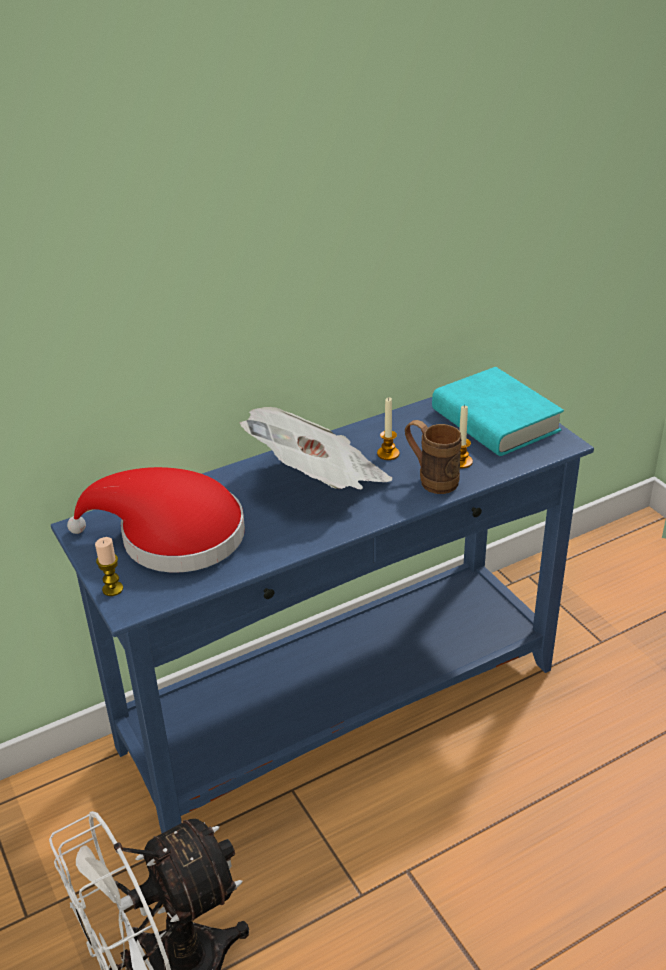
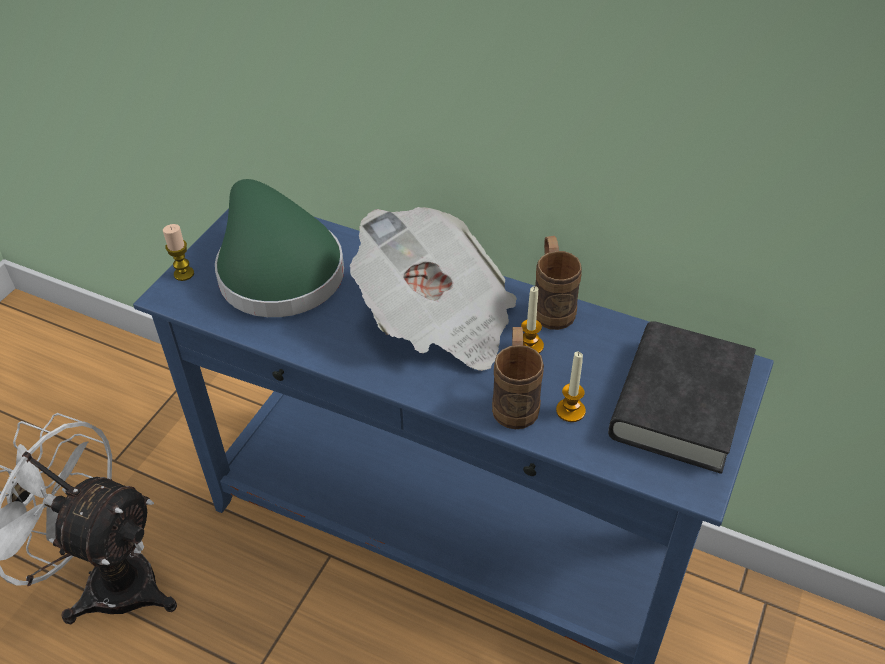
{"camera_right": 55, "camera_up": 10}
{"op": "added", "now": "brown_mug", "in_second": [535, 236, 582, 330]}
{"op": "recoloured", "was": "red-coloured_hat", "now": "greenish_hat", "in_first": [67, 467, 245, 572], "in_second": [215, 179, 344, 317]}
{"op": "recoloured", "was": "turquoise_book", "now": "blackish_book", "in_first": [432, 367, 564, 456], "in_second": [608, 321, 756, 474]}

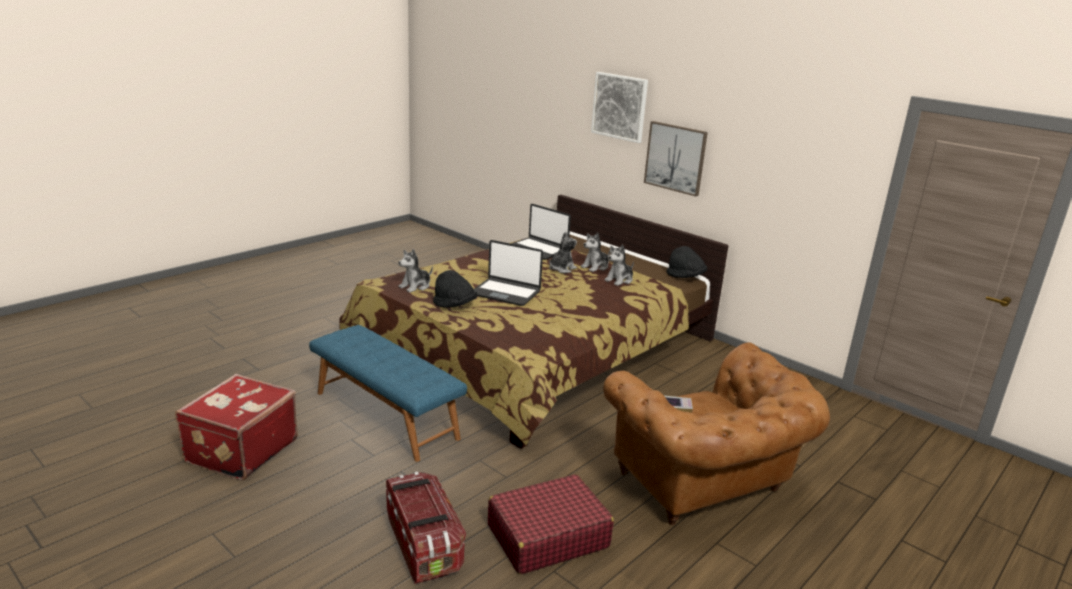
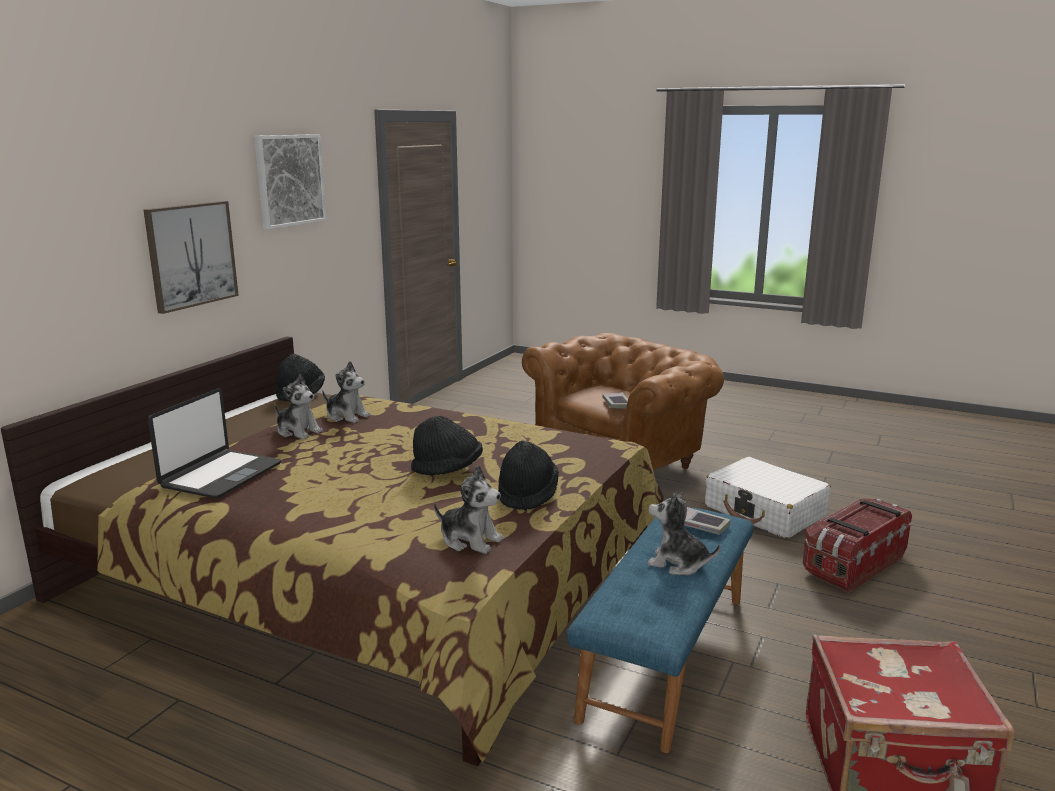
{"camera_right": -105, "camera_up": -5}
{"op": "added", "now": "book", "in_second": [684, 507, 730, 535]}
{"op": "moved", "was": "plush_toy", "in_first": [549, 232, 577, 273], "in_second": [647, 492, 720, 576]}
{"op": "moved", "was": "picture", "in_first": [591, 72, 648, 143], "in_second": [254, 134, 326, 230]}
{"op": "replaced", "was": "portable_computer", "now": "blackish_hat", "in_first": [474, 240, 543, 306], "in_second": [411, 416, 483, 475]}
{"op": "recoloured", "was": "red-coloured_travel_case", "now": "whitish_travel_case", "in_first": [488, 474, 614, 574], "in_second": [705, 457, 831, 539]}

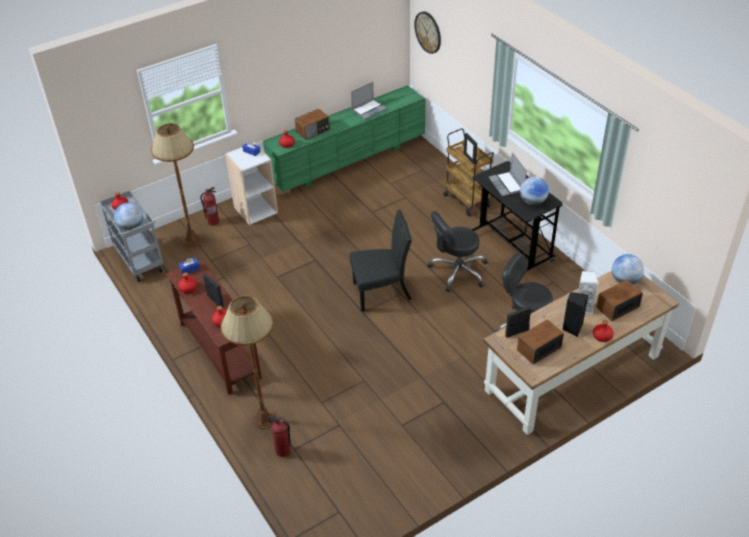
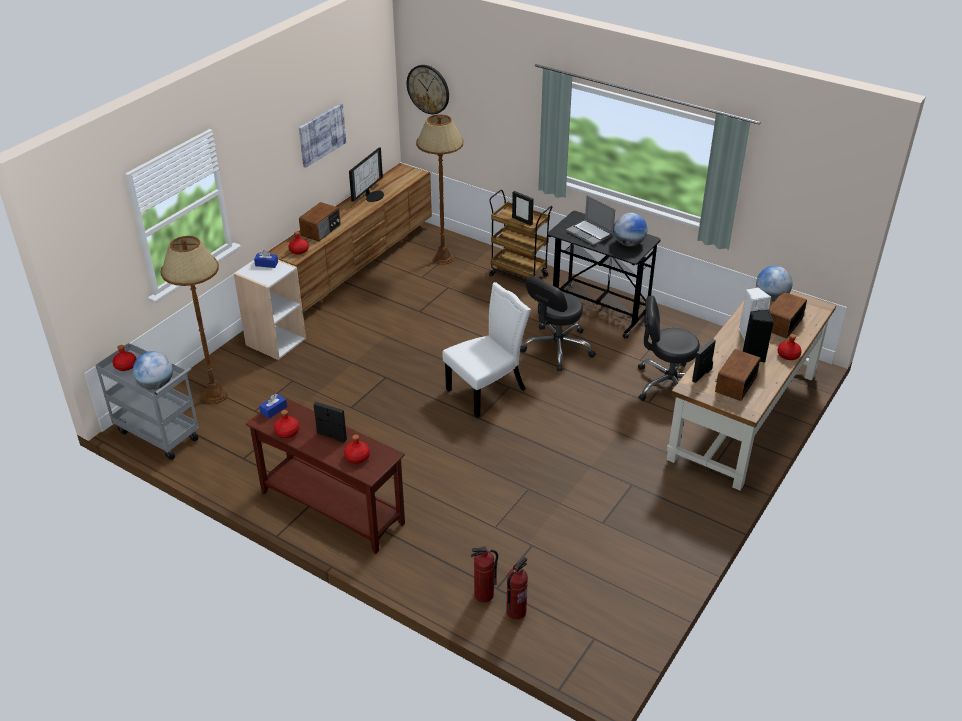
{"camera_right": -25, "camera_up": -5}
{"op": "added", "now": "picture", "in_second": [299, 104, 346, 168]}
{"op": "moved", "was": "extinguisher", "in_first": [200, 187, 220, 226], "in_second": [506, 557, 528, 620]}
{"op": "moved", "was": "brown_standard_lamp", "in_first": [220, 296, 276, 429], "in_second": [416, 114, 463, 265]}
{"op": "replaced", "was": "portable_computer", "now": "monitor", "in_first": [351, 82, 387, 119], "in_second": [349, 147, 384, 202]}
{"op": "recoloured", "was": "greenish_cabinet", "now": "brown_cabinet", "in_first": [263, 85, 425, 192], "in_second": [269, 163, 432, 312]}
{"op": "recoloured", "was": "blackish_plain_chair", "now": "whitish_plain_chair", "in_first": [350, 210, 412, 312], "in_second": [442, 282, 531, 418]}

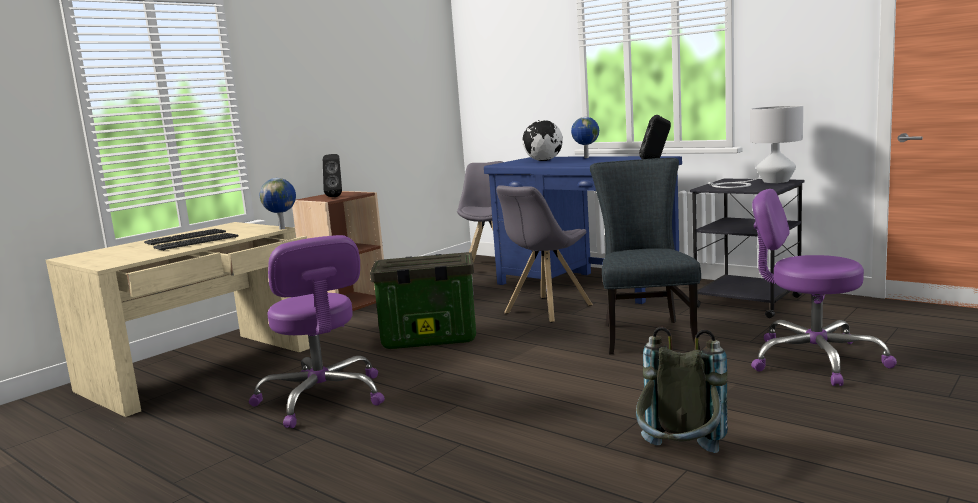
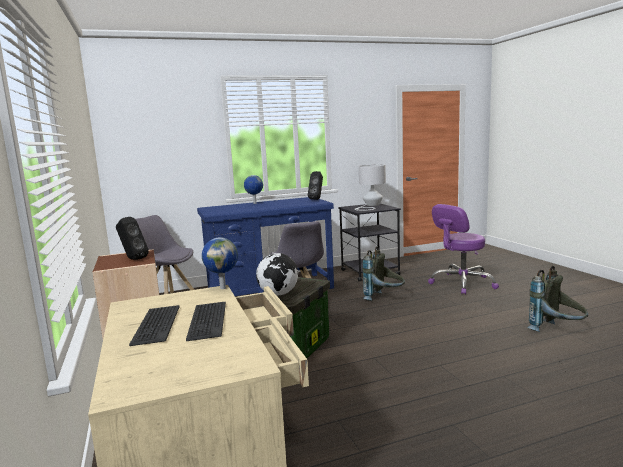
{"camera_right": -60, "camera_up": 0}
{"op": "removed", "was": "purple_computer_chair", "in_first": [249, 235, 385, 428]}
{"op": "moved", "was": "desk_globe", "in_first": [522, 120, 563, 161], "in_second": [256, 253, 298, 296]}
{"op": "replaced", "was": "grey_plain_chair", "now": "grey_backpack", "in_first": [590, 158, 701, 354], "in_second": [362, 246, 405, 301]}

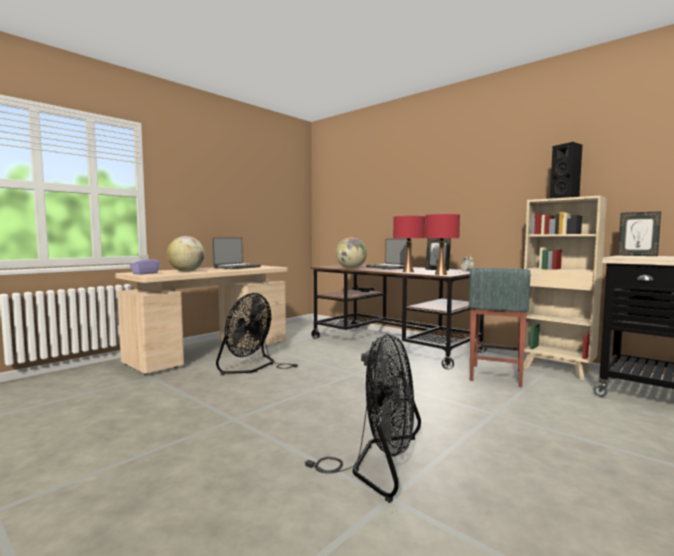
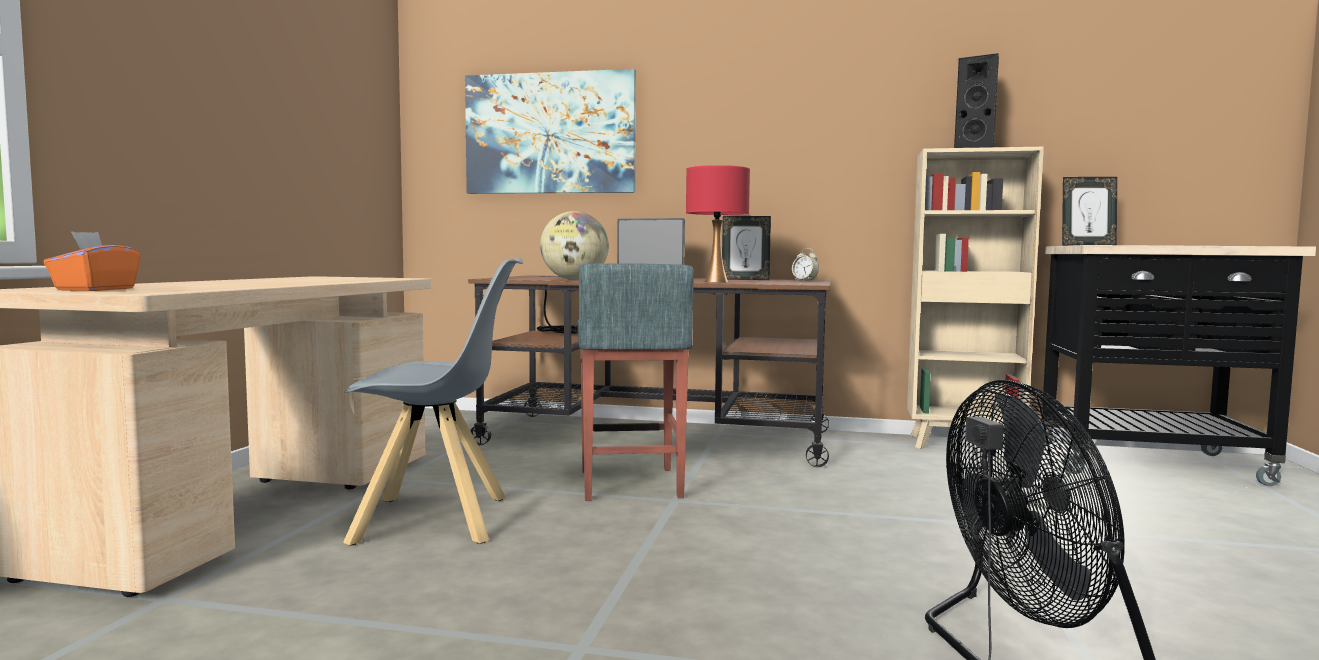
{"camera_right": -30, "camera_up": 0}
{"op": "removed", "was": "desk_globe", "in_first": [167, 236, 205, 272]}
{"op": "removed", "was": "portable_computer", "in_first": [212, 237, 261, 269]}
{"op": "removed", "was": "red-coloured_tabletop_lamp", "in_first": [425, 214, 460, 275]}
{"op": "added", "now": "picture", "in_second": [465, 69, 636, 194]}
{"op": "moved", "was": "grey_stool", "in_first": [469, 268, 530, 387], "in_second": [577, 263, 694, 501]}
{"op": "replaced", "was": "blackish_electric_fan", "now": "grey_plain_chair", "in_first": [216, 293, 298, 375], "in_second": [343, 258, 523, 545]}
{"op": "recoloured", "was": "purple_box_of_tissues", "now": "orange_box_of_tissues", "in_first": [130, 255, 160, 274], "in_second": [43, 231, 141, 291]}

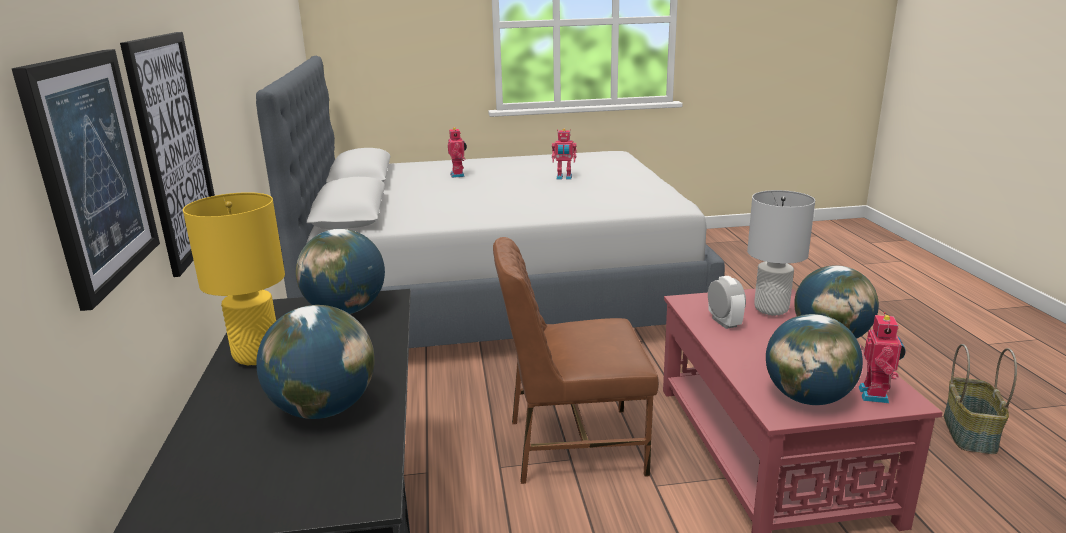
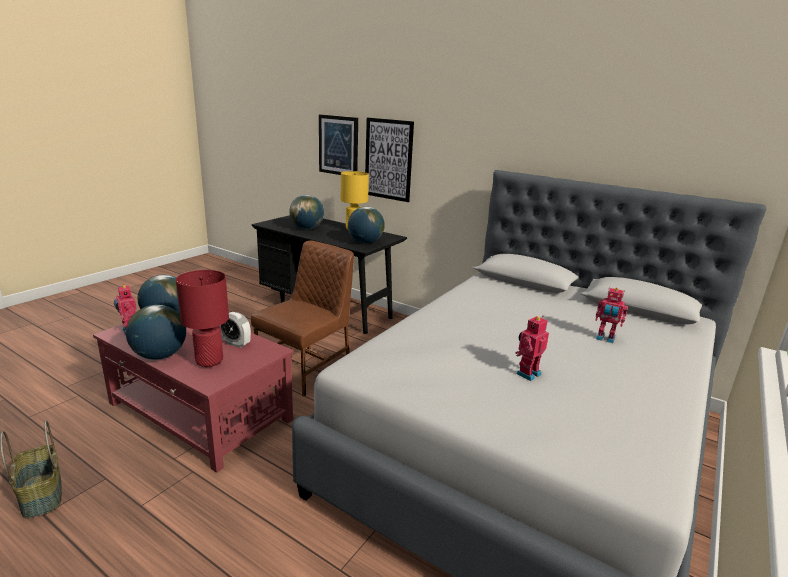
{"camera_right": 130, "camera_up": 0}
{"op": "recoloured", "was": "grey_tabletop_lamp", "now": "red-coloured_tabletop_lamp", "in_first": [747, 190, 815, 316], "in_second": [176, 270, 229, 367]}

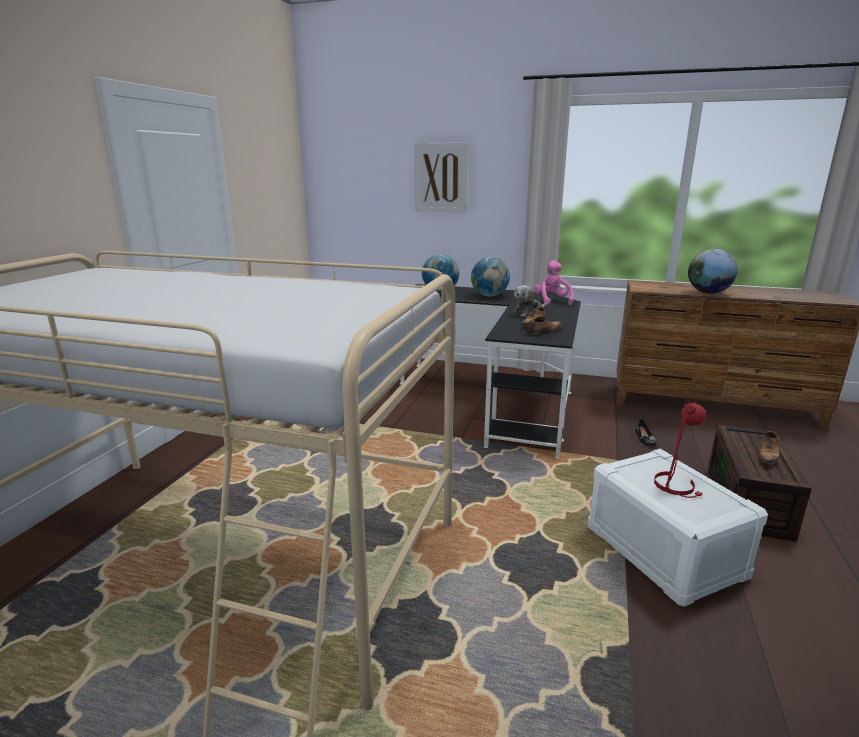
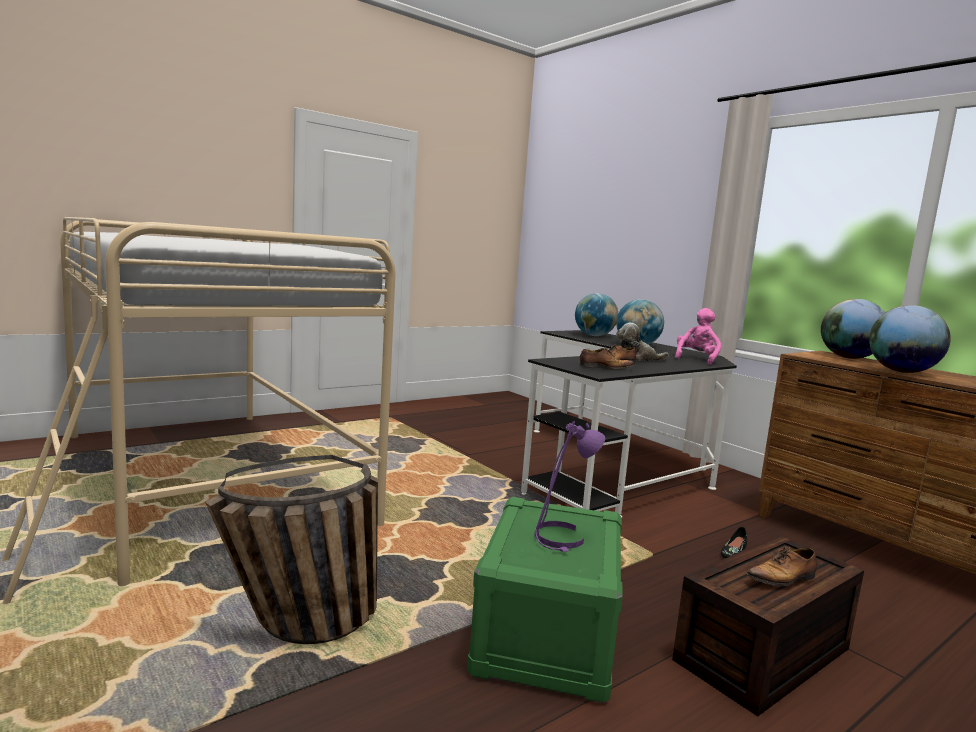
{"camera_right": 35, "camera_up": -10}
{"op": "removed", "was": "picture", "in_first": [415, 143, 468, 213]}
{"op": "added", "now": "storage_basket", "in_second": [205, 455, 378, 644]}
{"op": "added", "now": "desk_globe", "in_second": [821, 299, 885, 359]}
{"op": "recoloured", "was": "whitish_storage_container", "now": "greenish_storage_container", "in_first": [588, 449, 768, 607], "in_second": [467, 497, 623, 703]}
{"op": "recoloured", "was": "red-coloured_tabletop_lamp", "now": "purple_tabletop_lamp", "in_first": [654, 401, 706, 498], "in_second": [535, 421, 605, 552]}

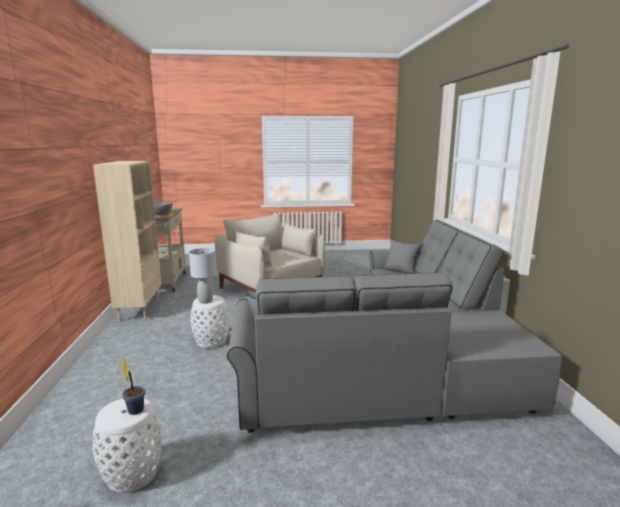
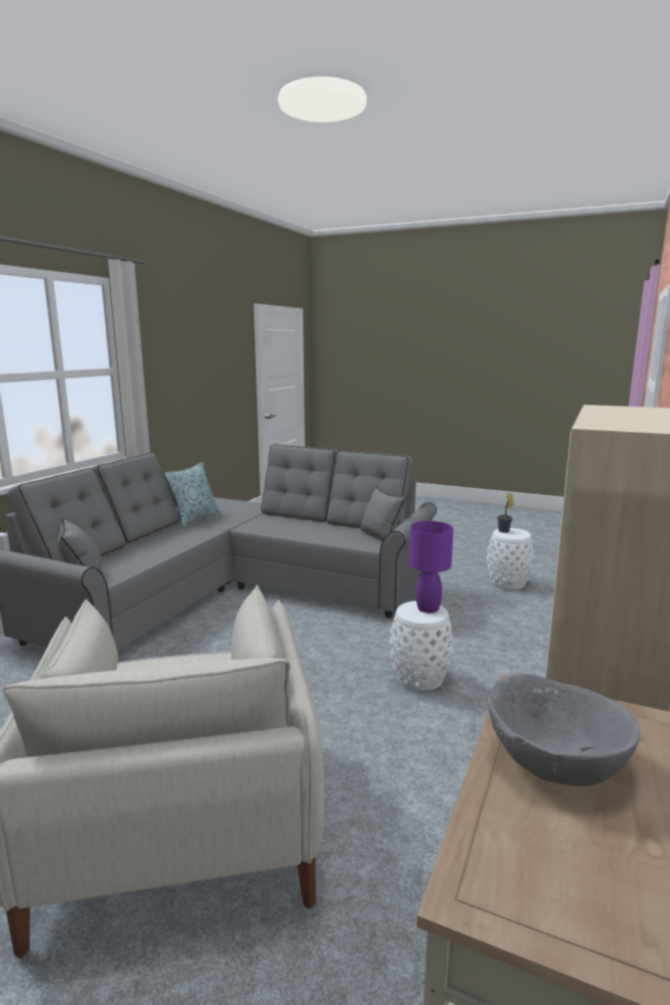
{"camera_right": -150, "camera_up": 0}
{"op": "added", "now": "pillow", "in_second": [164, 462, 220, 527]}
{"op": "recoloured", "was": "grey_tabletop_lamp", "now": "purple_tabletop_lamp", "in_first": [189, 248, 217, 304], "in_second": [409, 521, 453, 613]}

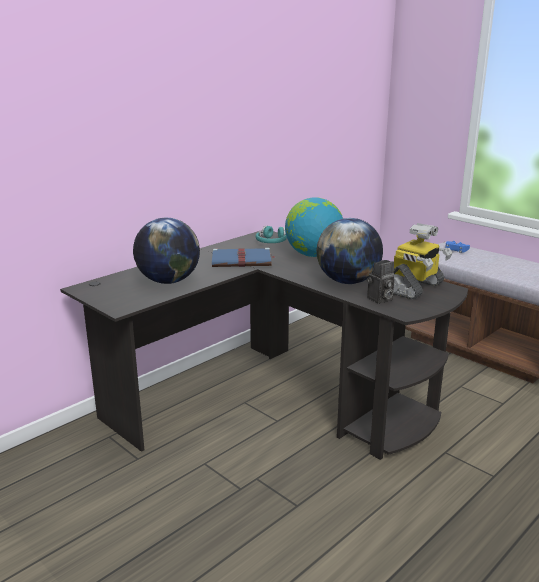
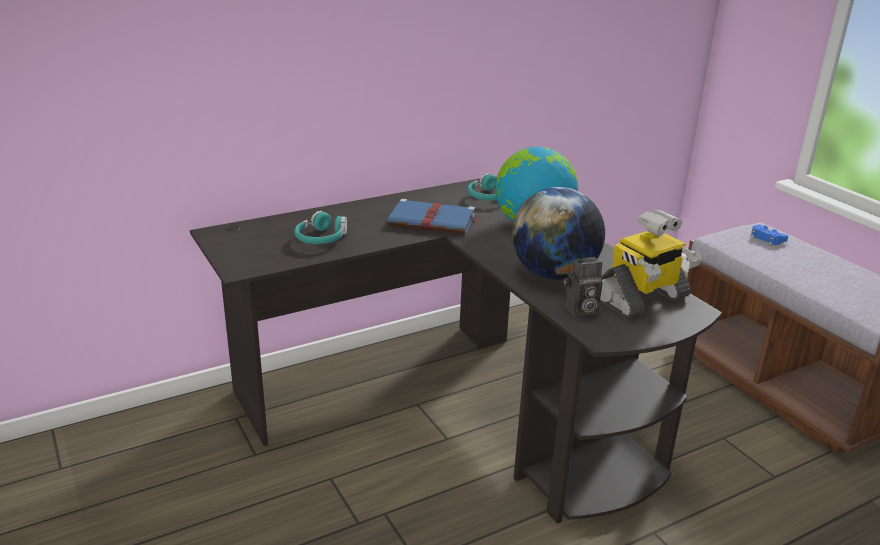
{"camera_right": 15, "camera_up": 5}
{"op": "replaced", "was": "desk_globe", "now": "turquoise_headset", "in_first": [133, 218, 200, 284], "in_second": [294, 211, 347, 244]}

